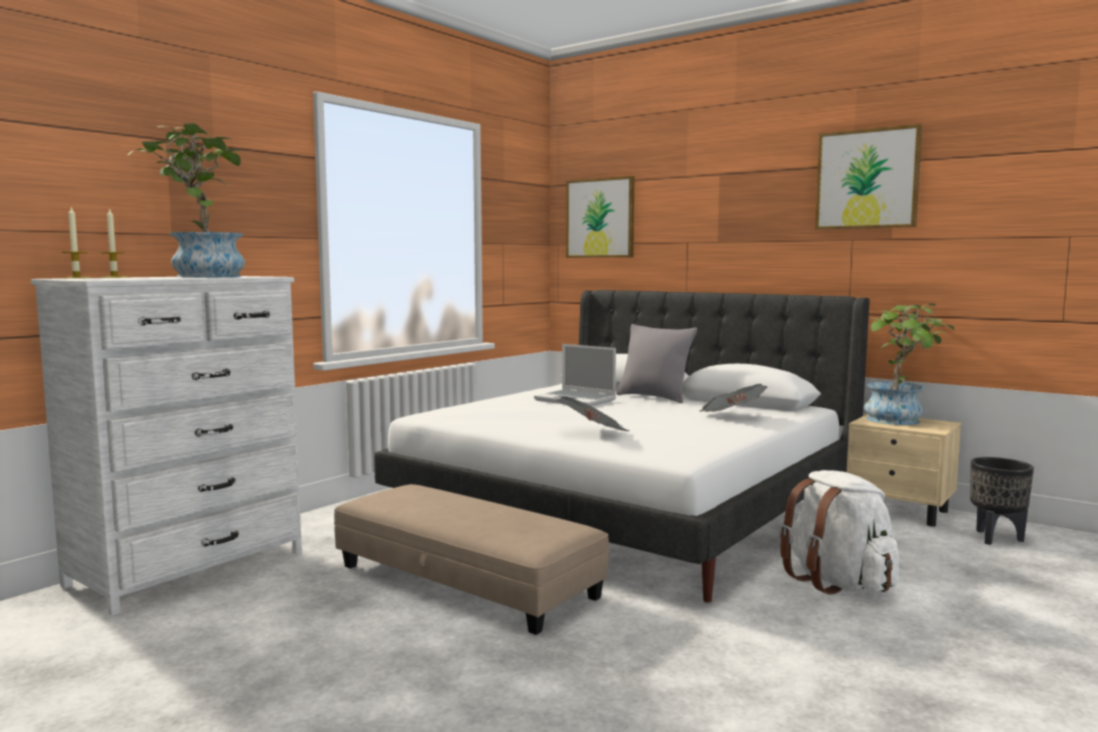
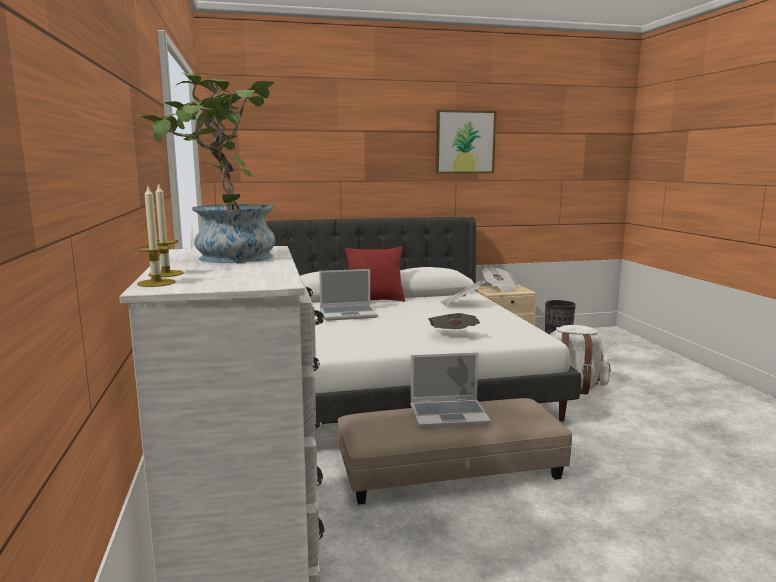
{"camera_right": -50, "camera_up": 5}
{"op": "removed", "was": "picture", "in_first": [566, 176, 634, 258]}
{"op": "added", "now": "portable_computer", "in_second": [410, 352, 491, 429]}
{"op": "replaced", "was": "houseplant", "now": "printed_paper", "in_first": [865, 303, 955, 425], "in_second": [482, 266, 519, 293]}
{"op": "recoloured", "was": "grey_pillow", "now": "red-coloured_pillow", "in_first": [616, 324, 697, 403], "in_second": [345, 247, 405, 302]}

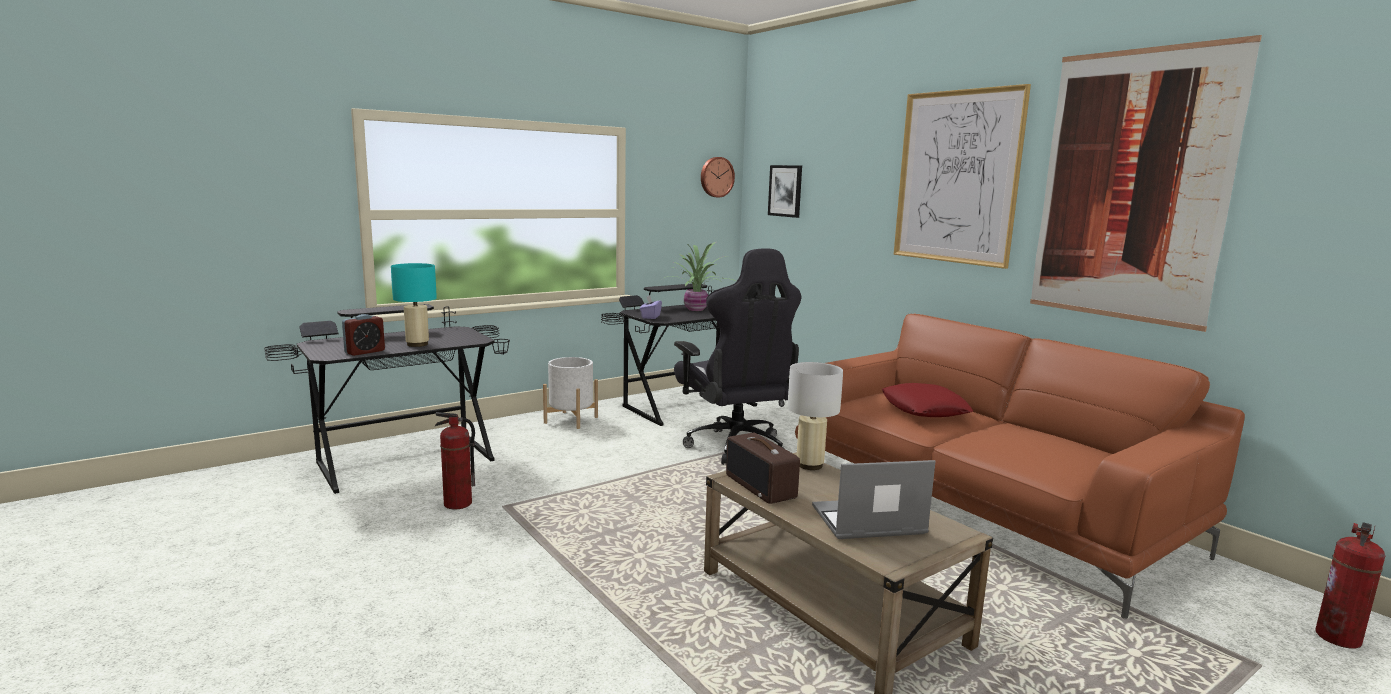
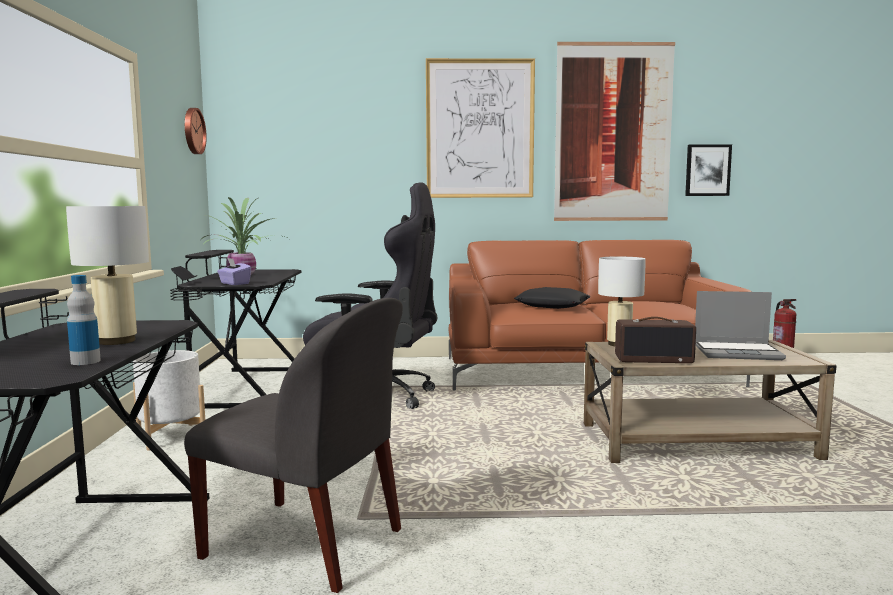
{"camera_right": -55, "camera_up": -5}
{"op": "moved", "was": "picture", "in_first": [768, 165, 802, 218], "in_second": [685, 144, 732, 196]}
{"op": "replaced", "was": "table_clock", "now": "drink_bottle", "in_first": [342, 314, 385, 356], "in_second": [67, 275, 101, 365]}
{"op": "replaced", "was": "extinguisher", "now": "grey_plain_chair", "in_first": [435, 412, 475, 509], "in_second": [184, 298, 403, 593]}
{"op": "recoloured", "was": "turquoise_tabletop_lamp", "now": "whitish_tabletop_lamp", "in_first": [391, 263, 436, 347], "in_second": [66, 206, 149, 345]}
{"op": "recoloured", "was": "red-coloured_pillow", "now": "blackish_pillow", "in_first": [882, 383, 973, 417], "in_second": [514, 287, 591, 309]}
{"op": "turned", "was": "portable_computer", "in_first": [812, 460, 936, 539], "in_second": [695, 291, 786, 360], "clockwise": -105}

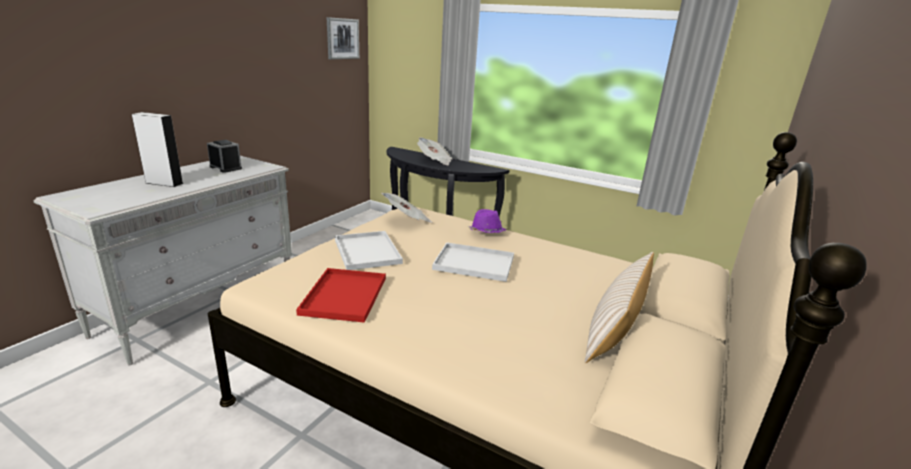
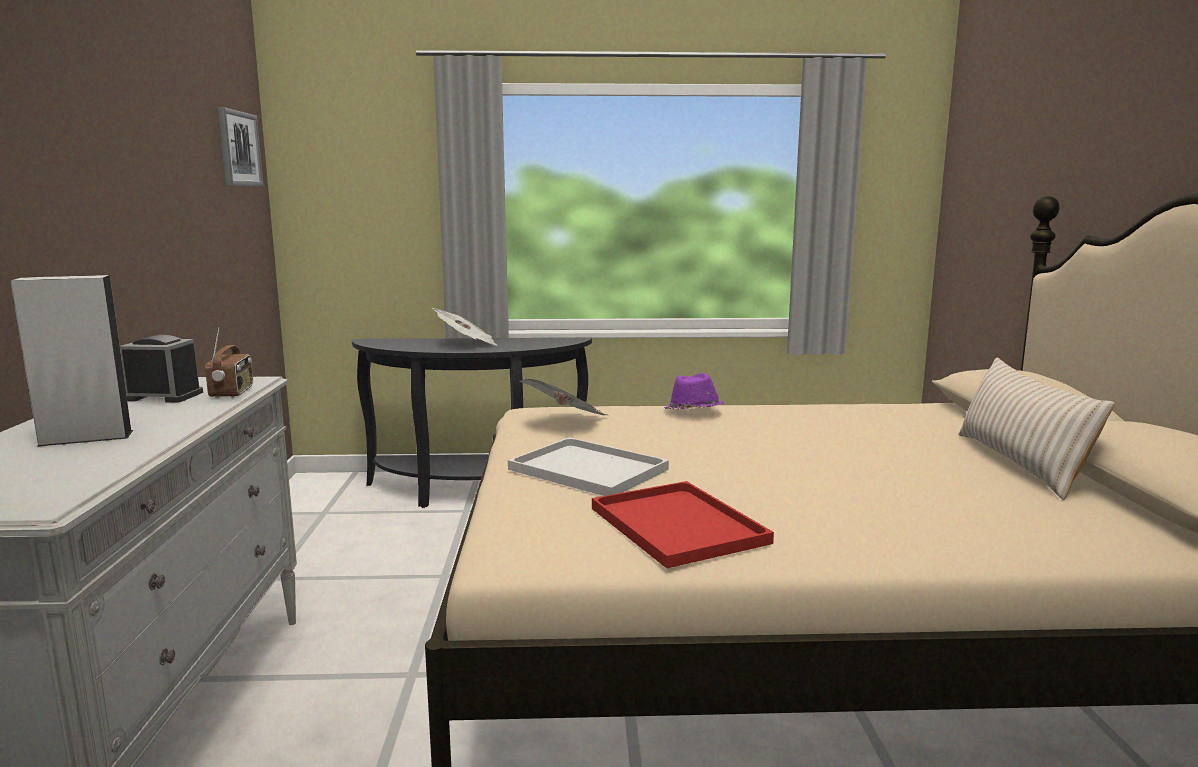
{"camera_right": -30, "camera_up": -10}
{"op": "removed", "was": "whitish_serving_tray", "in_first": [432, 242, 514, 282]}
{"op": "added", "now": "radio", "in_second": [205, 327, 253, 398]}

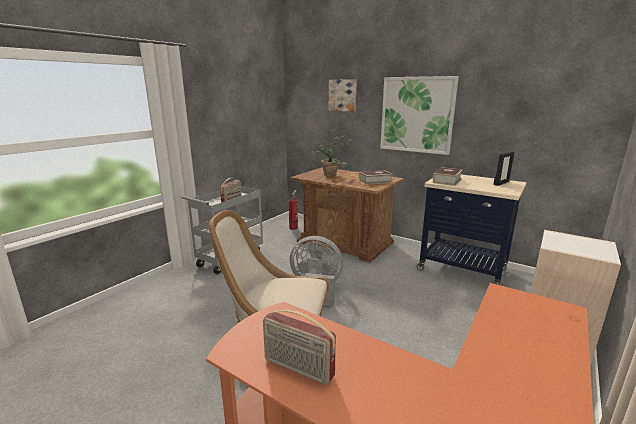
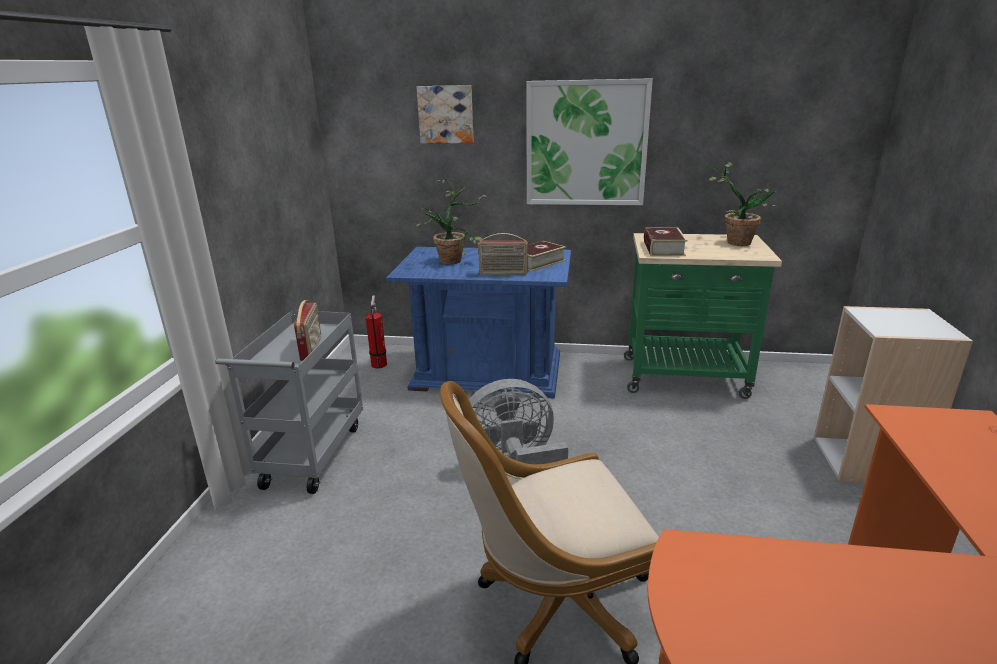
{"camera_right": -25, "camera_up": 5}
{"op": "moved", "was": "radio", "in_first": [263, 309, 336, 385], "in_second": [478, 233, 528, 275]}
{"op": "replaced", "was": "picture_frame", "now": "houseplant", "in_first": [493, 151, 514, 186], "in_second": [709, 162, 777, 246]}
{"op": "recoloured", "was": "brown_cabinet", "now": "blue-coloured_cabinet", "in_first": [290, 167, 404, 263], "in_second": [386, 247, 571, 399]}
{"op": "recoloured", "was": "blue-coloured_wheeled_cart", "now": "greenish_wheeled_cart", "in_first": [416, 174, 527, 285], "in_second": [624, 233, 782, 399]}

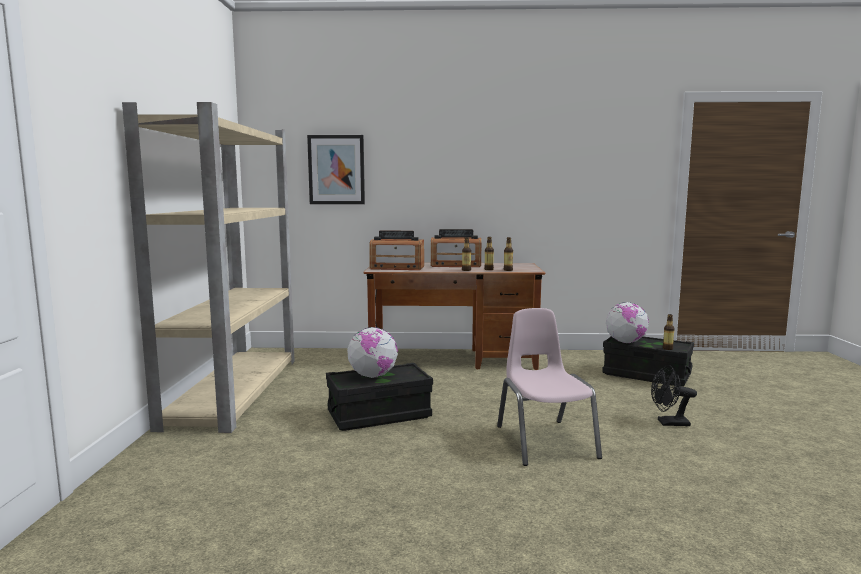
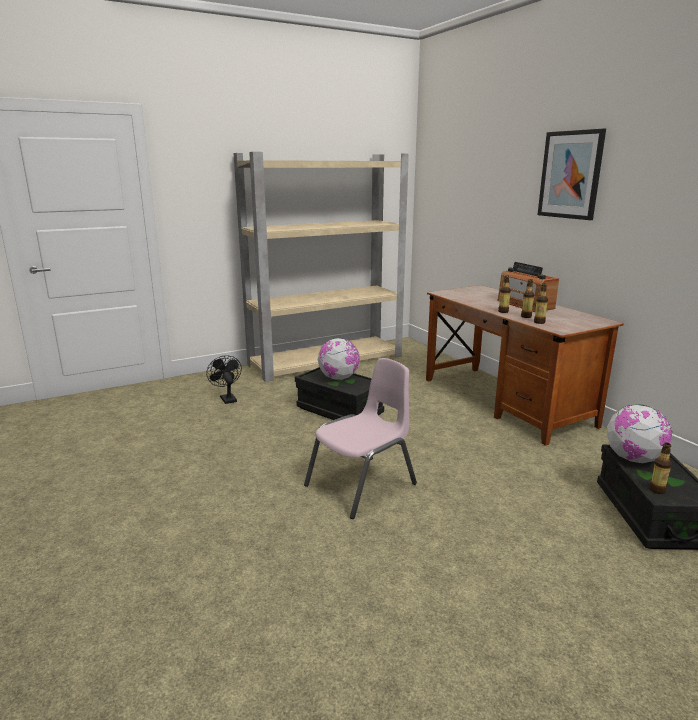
{"camera_right": 60, "camera_up": 10}
{"op": "removed", "was": "radio", "in_first": [369, 230, 424, 270]}
{"op": "moved", "was": "picture", "in_first": [307, 135, 365, 204], "in_second": [538, 128, 606, 220]}
{"op": "moved", "was": "blackish_electric_fan", "in_first": [651, 365, 697, 426], "in_second": [206, 355, 242, 404]}

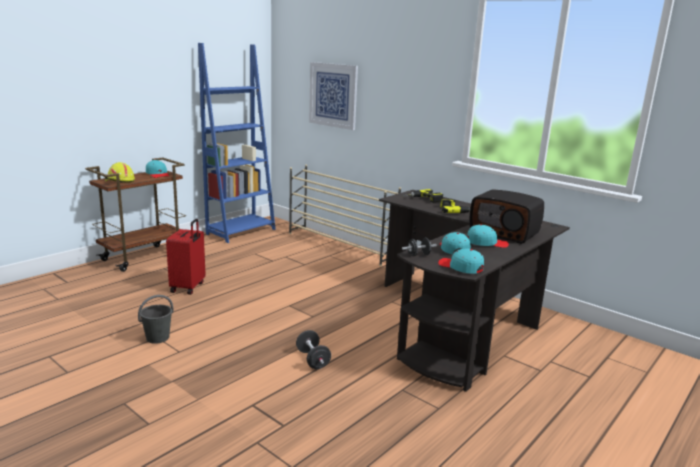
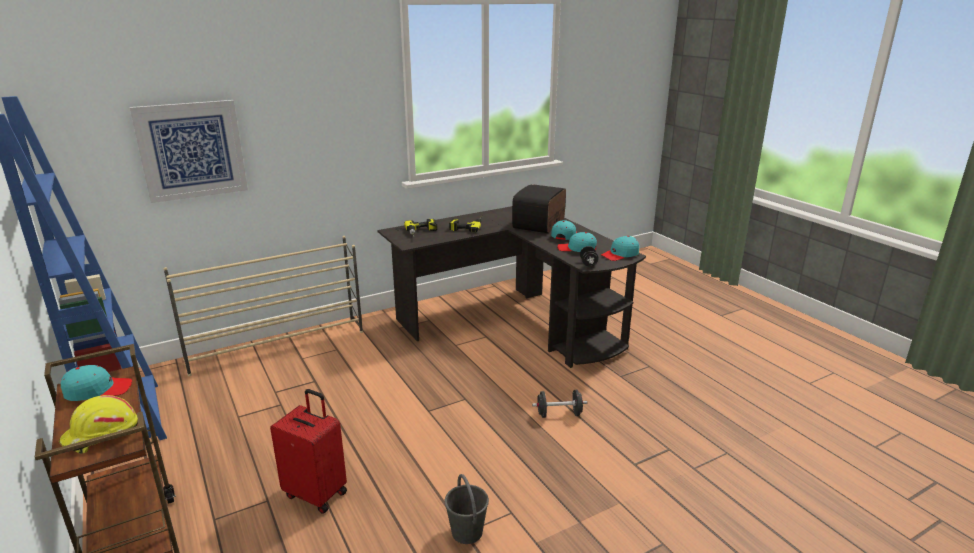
{"camera_right": -70, "camera_up": 5}
{"op": "turned", "was": "radio", "in_first": [470, 190, 544, 244], "in_second": [512, 184, 566, 233], "clockwise": 150}

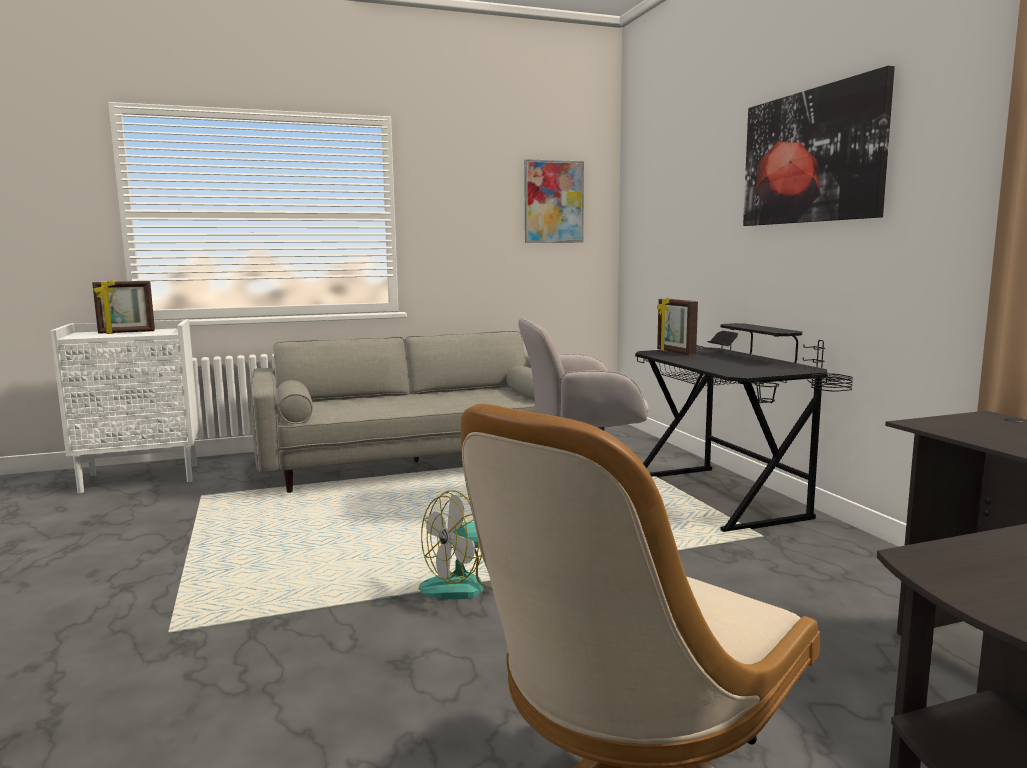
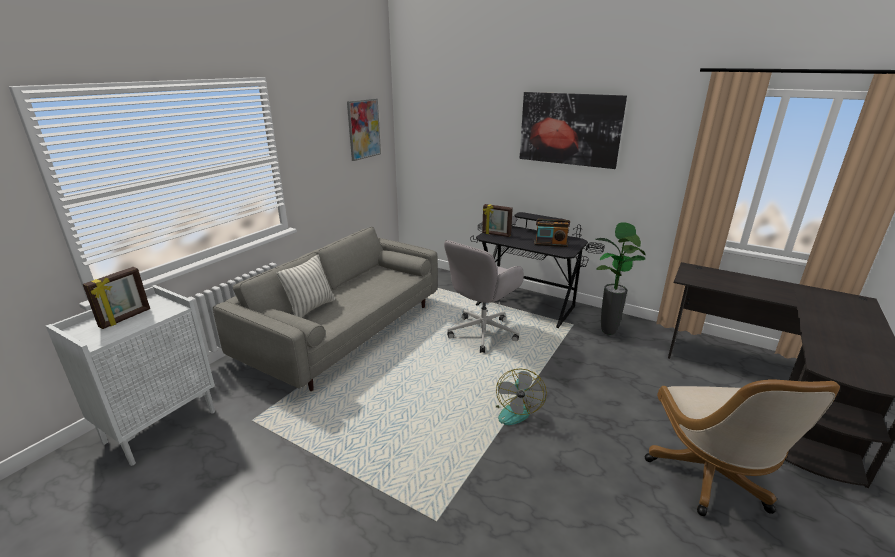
{"camera_right": -40, "camera_up": 15}
{"op": "added", "now": "pillow", "in_second": [277, 255, 335, 318]}
{"op": "added", "now": "radio", "in_second": [534, 219, 570, 247]}
{"op": "added", "now": "houseplant", "in_second": [595, 222, 646, 335]}

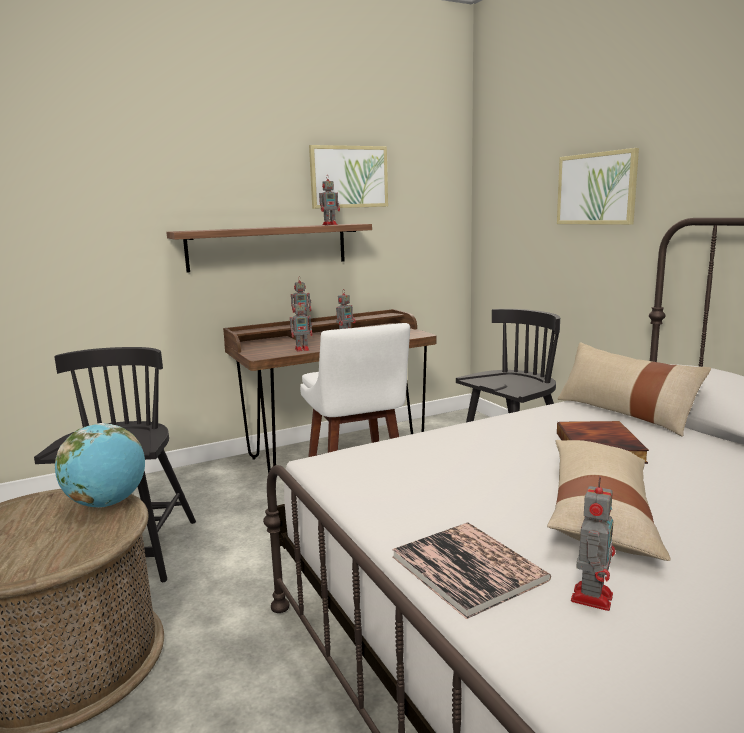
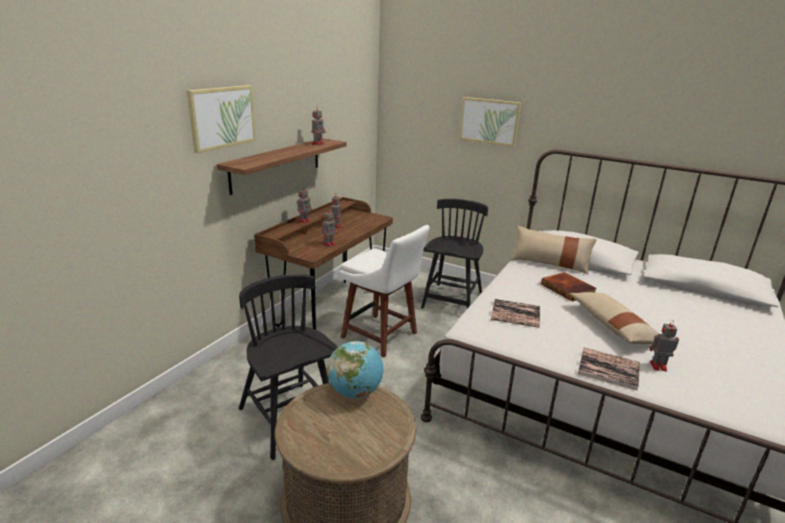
{"camera_right": -35, "camera_up": 10}
{"op": "added", "now": "book", "in_second": [491, 299, 540, 328]}
{"op": "moved", "was": "picture", "in_first": [309, 145, 388, 209], "in_second": [187, 85, 256, 153]}
{"op": "turned", "was": "toy_robot", "in_first": [571, 476, 616, 611], "in_second": [650, 320, 679, 371], "clockwise": -75}

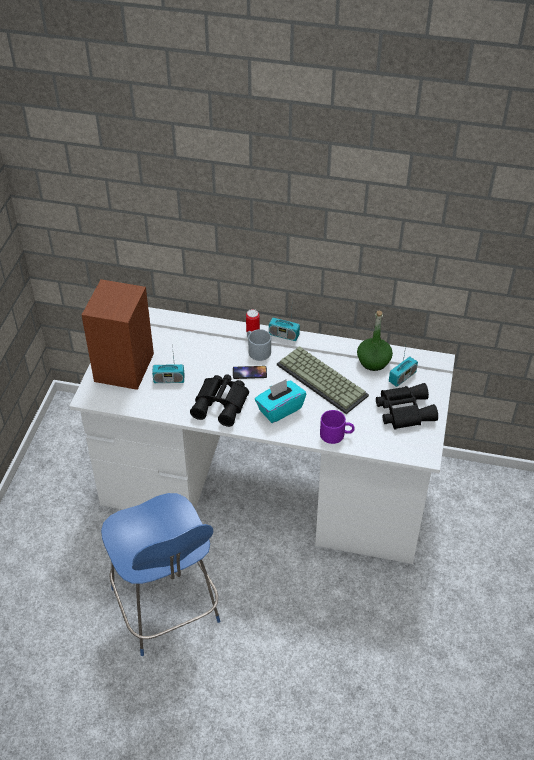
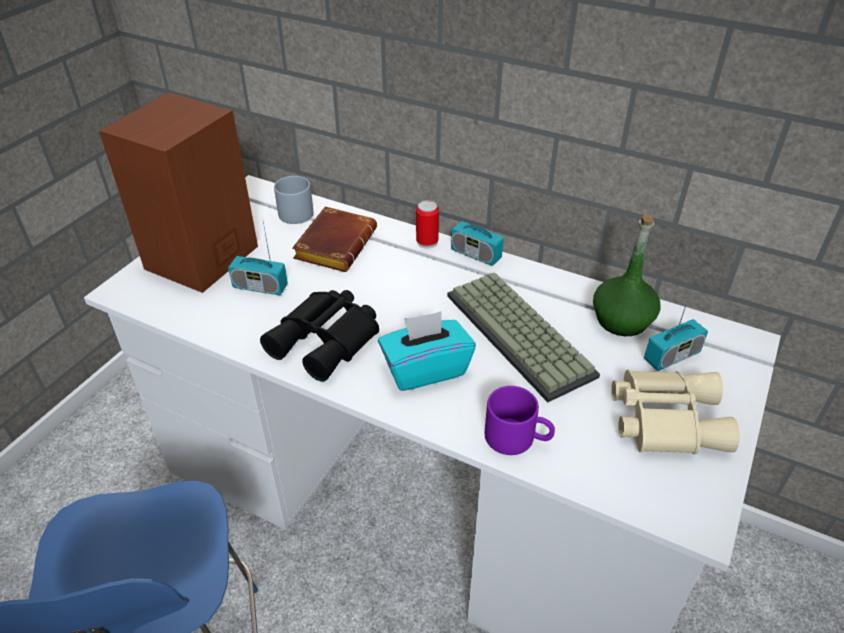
{"camera_right": 15, "camera_up": -5}
{"op": "removed", "was": "phone", "in_first": [233, 366, 267, 379]}
{"op": "added", "now": "brown_book", "in_second": [292, 207, 377, 272]}
{"op": "moved", "was": "grey_mug", "in_first": [247, 329, 271, 361], "in_second": [274, 176, 314, 224]}
{"op": "recoloured", "was": "blackish_pair_of_binoculars", "now": "sand-coloured_pair_of_binoculars", "in_first": [376, 383, 438, 430], "in_second": [611, 370, 740, 454]}

